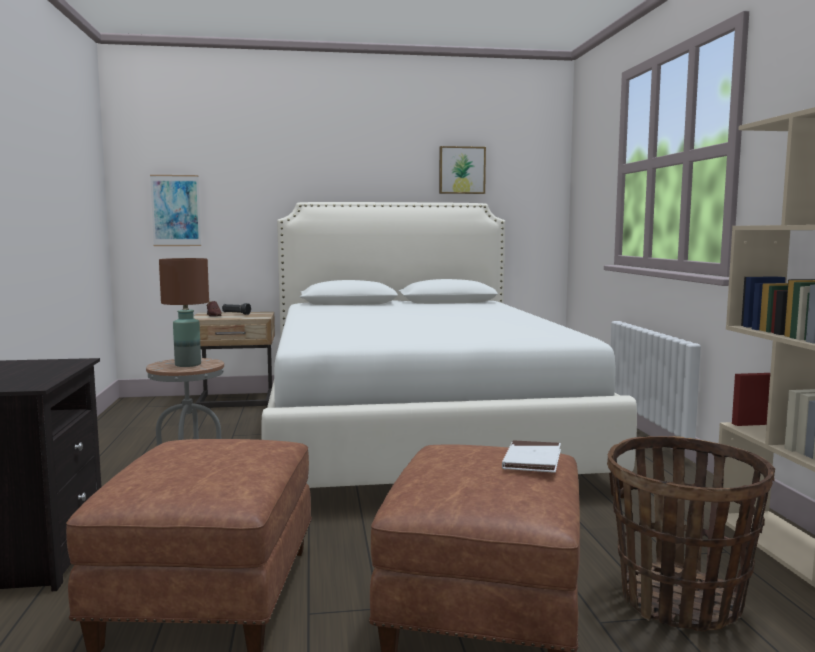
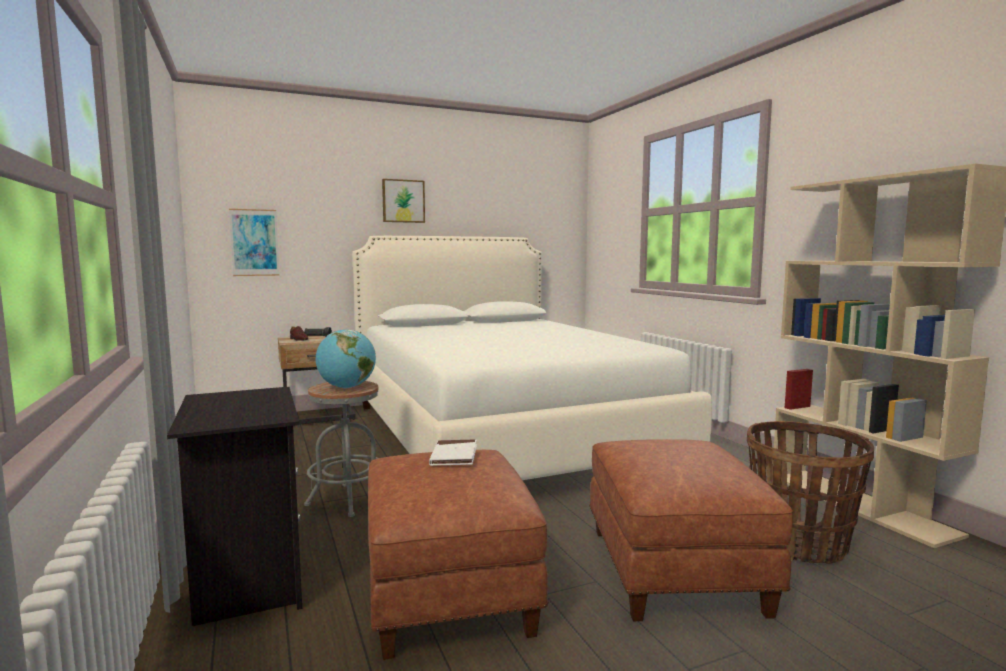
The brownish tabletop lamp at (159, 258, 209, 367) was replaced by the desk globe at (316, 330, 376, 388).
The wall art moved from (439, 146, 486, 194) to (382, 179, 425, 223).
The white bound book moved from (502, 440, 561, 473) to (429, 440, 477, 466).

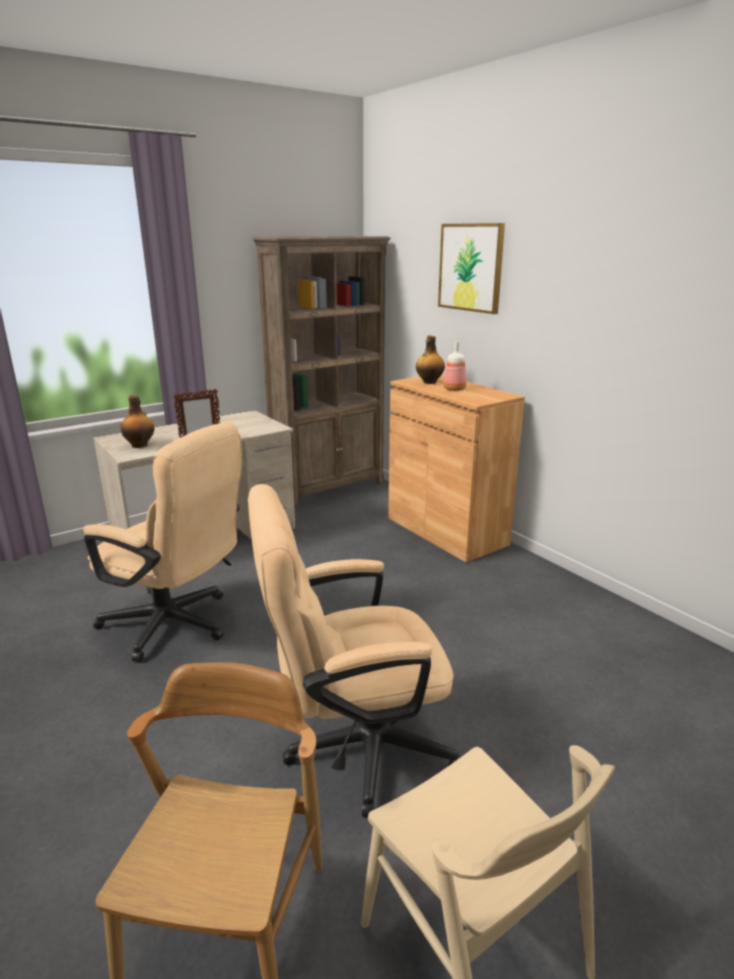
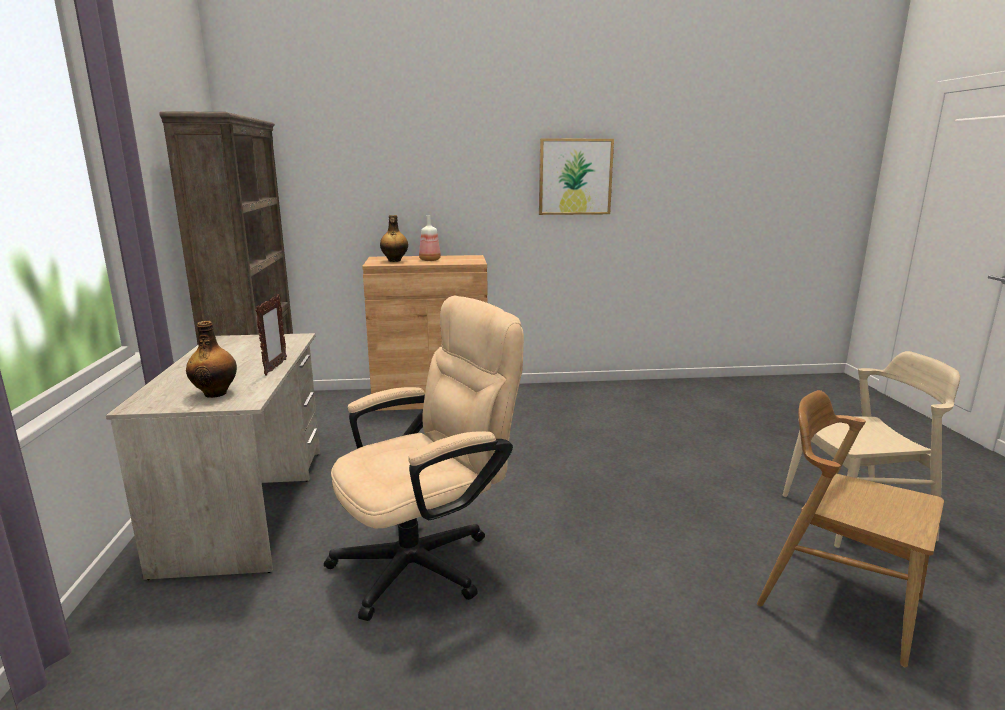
The wall art moved from (438, 223, 505, 314) to (539, 138, 614, 215).
The beige computer chair at (248, 484, 462, 817) disappeared.

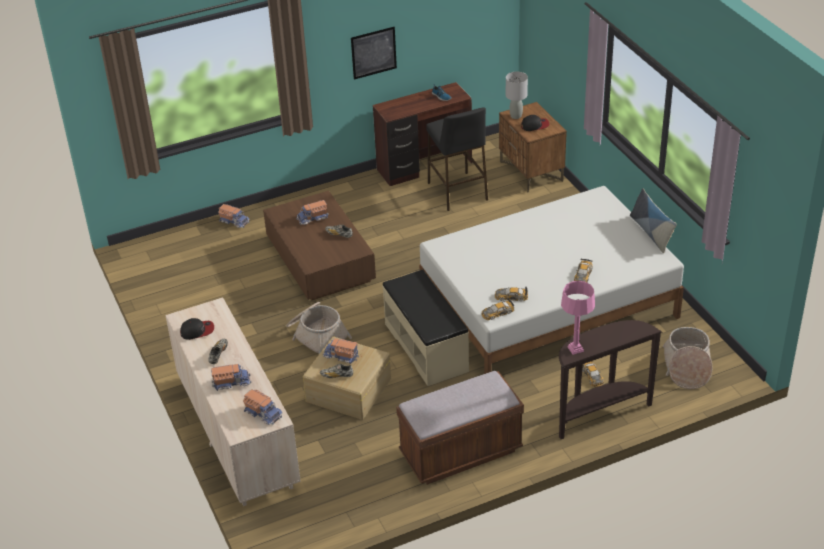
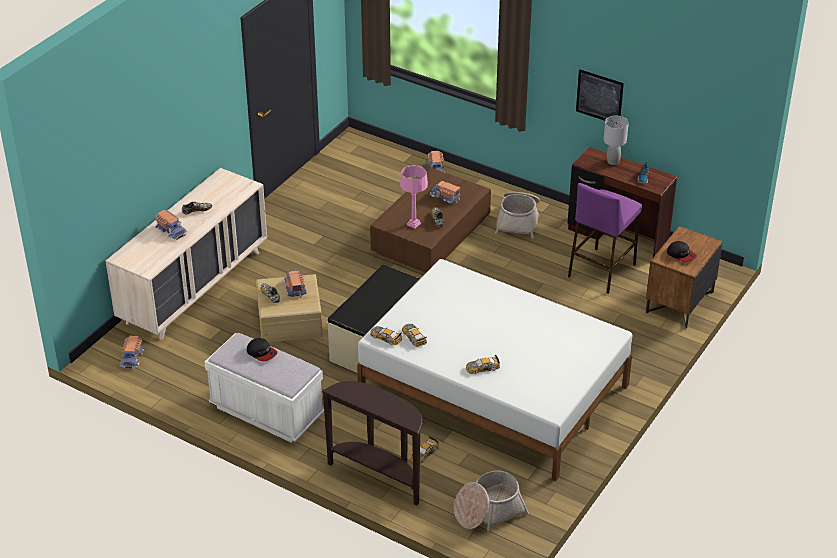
The toy lorry moved from (243, 389, 283, 425) to (120, 336, 145, 369).
The brownish bench at (396, 371, 524, 485) became the white bench at (205, 333, 324, 443).
The cap moved from (180, 318, 214, 340) to (247, 338, 277, 361).
The pinkish tabletop lamp moved from (561, 281, 595, 355) to (400, 165, 428, 229).
The storage basket moved from (286, 302, 352, 354) to (495, 192, 540, 238).
The blackish sitting stool at (426, 107, 488, 211) became the purple-coloured sitting stool at (568, 183, 642, 294).
The greyish tabletop lamp moved from (506, 72, 528, 119) to (604, 116, 629, 165).
The pillow at (630, 188, 676, 253) disappeared.

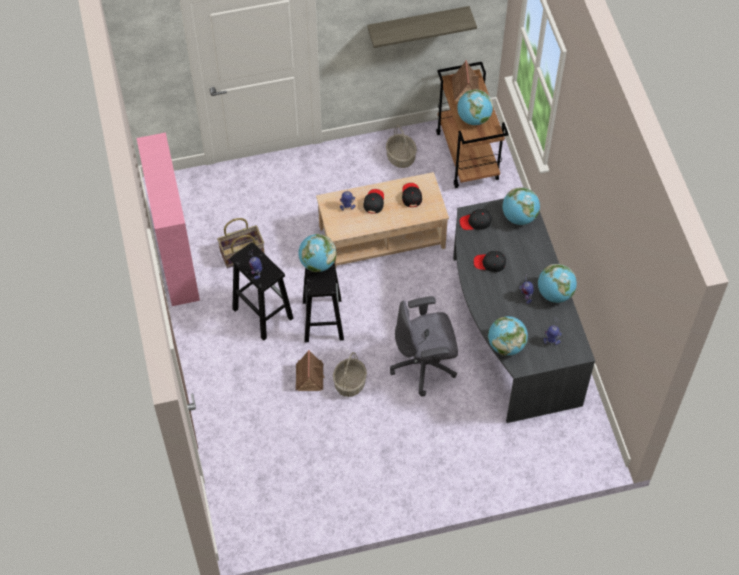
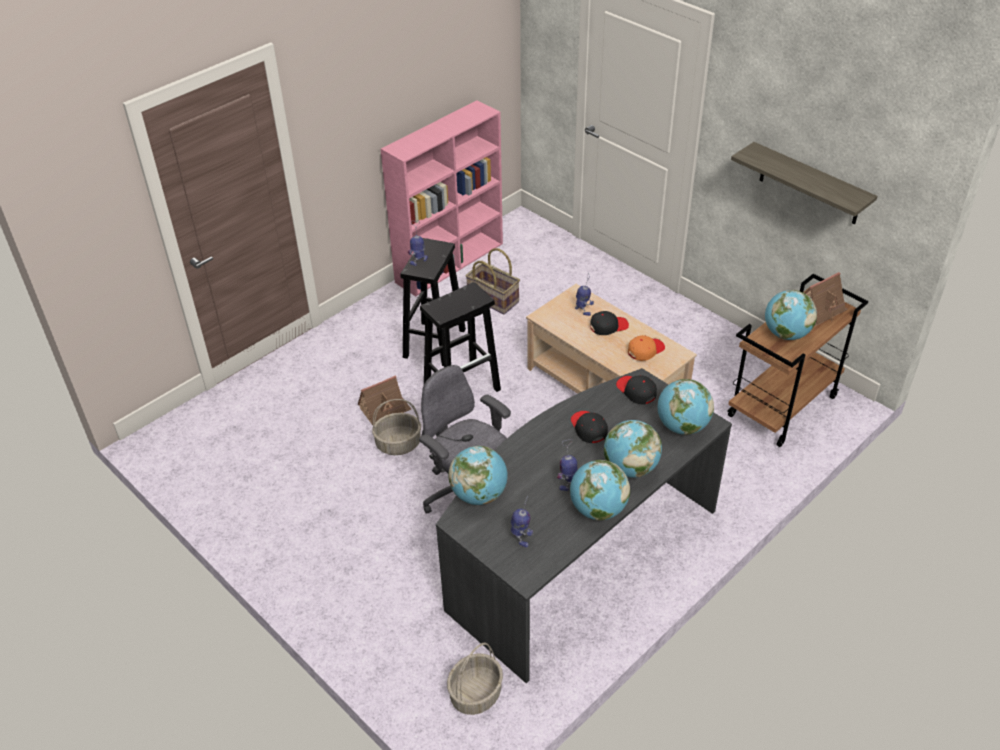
The storage basket moved from (386, 125, 417, 168) to (447, 642, 503, 715).
The desk globe moved from (298, 234, 337, 272) to (603, 420, 662, 478).
The blackish cap at (402, 183, 422, 207) became the orange cap at (628, 335, 665, 361).

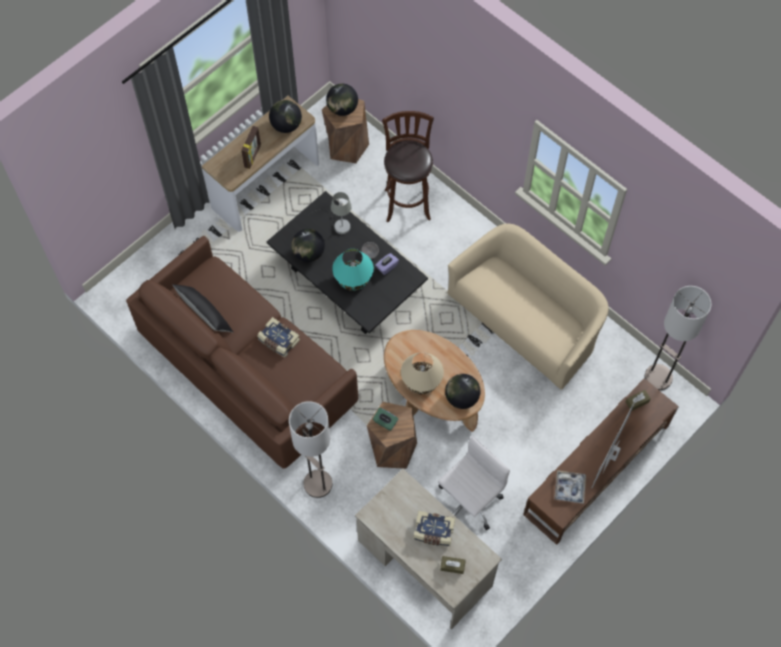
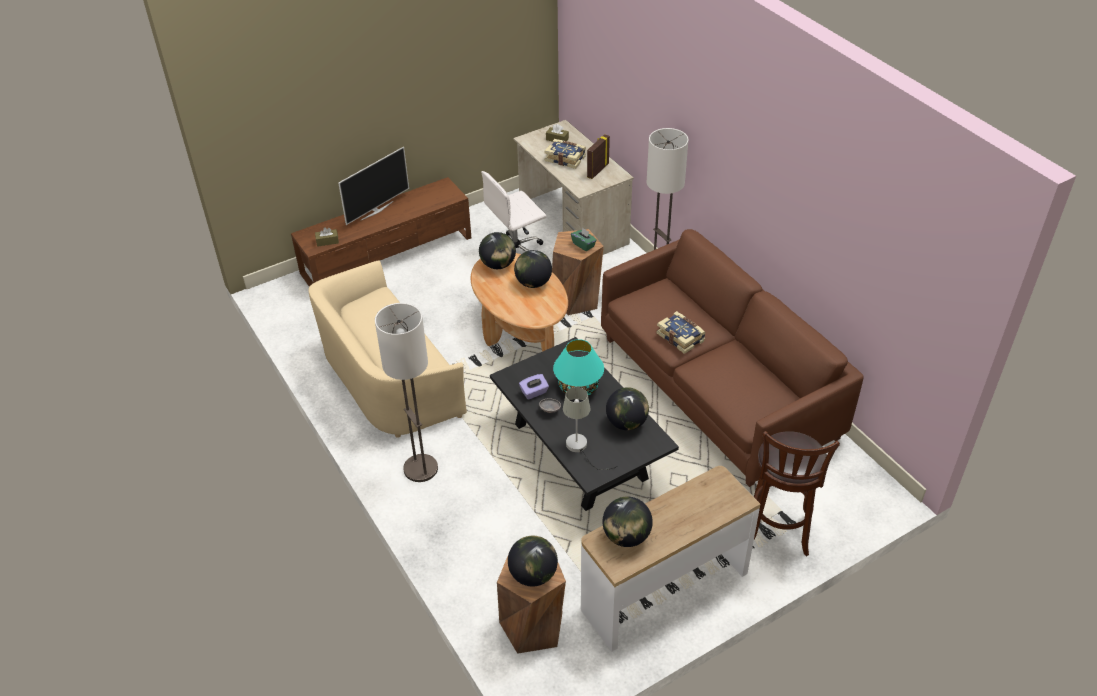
The standing lamp moved from (645, 286, 712, 390) to (375, 303, 438, 482).
The beige tabletop lamp at (401, 352, 444, 394) was replaced by the desk globe at (514, 250, 552, 288).
The picture frame moved from (241, 126, 261, 169) to (587, 134, 610, 179).
The brownish sitting stool moved from (382, 111, 434, 222) to (754, 431, 840, 556).
The blackish pillow at (172, 284, 233, 333) disappeared.
The carrying tray at (554, 470, 586, 504) disappeared.

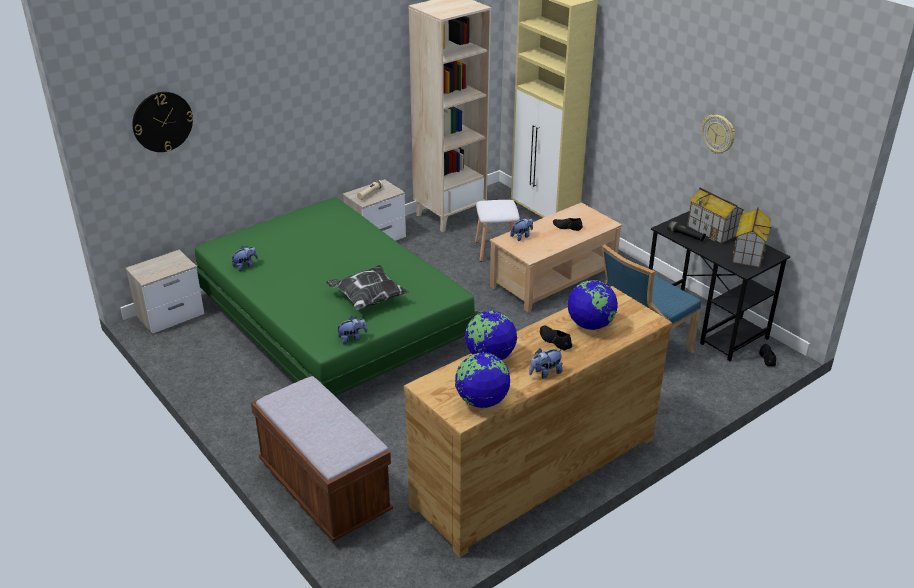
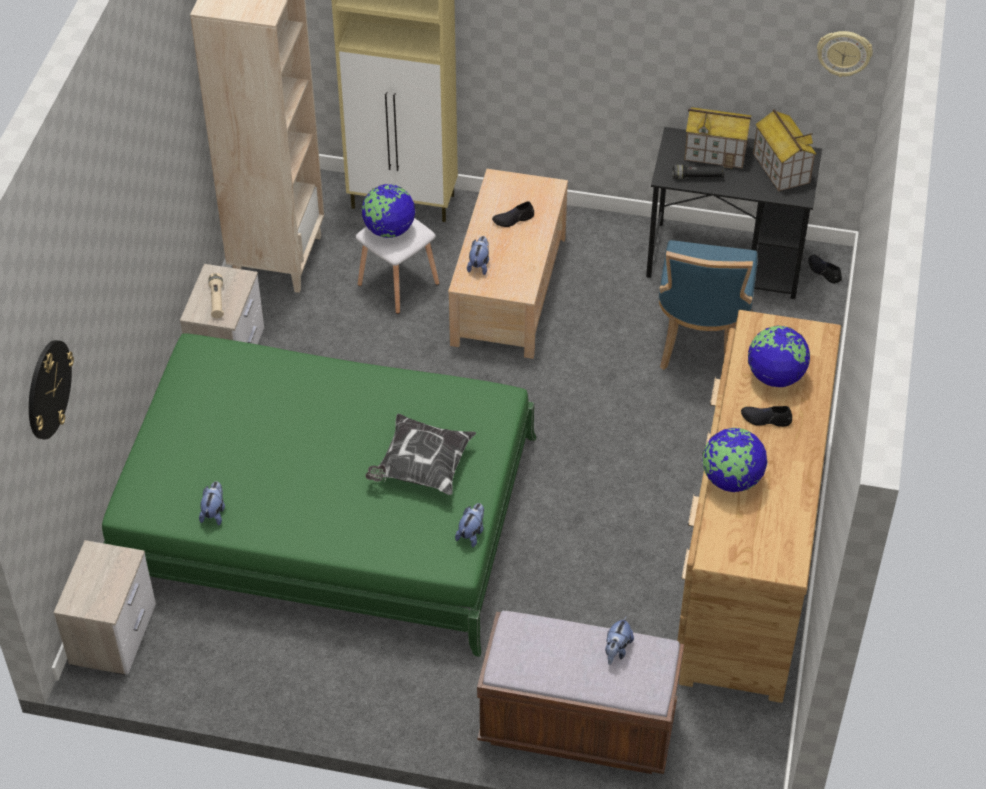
The desk globe moved from (455, 352, 510, 408) to (362, 184, 416, 238).
The plush toy moved from (529, 348, 563, 379) to (605, 616, 634, 665).
The clock on the wall moved from (702, 115, 735, 154) to (817, 31, 873, 77).

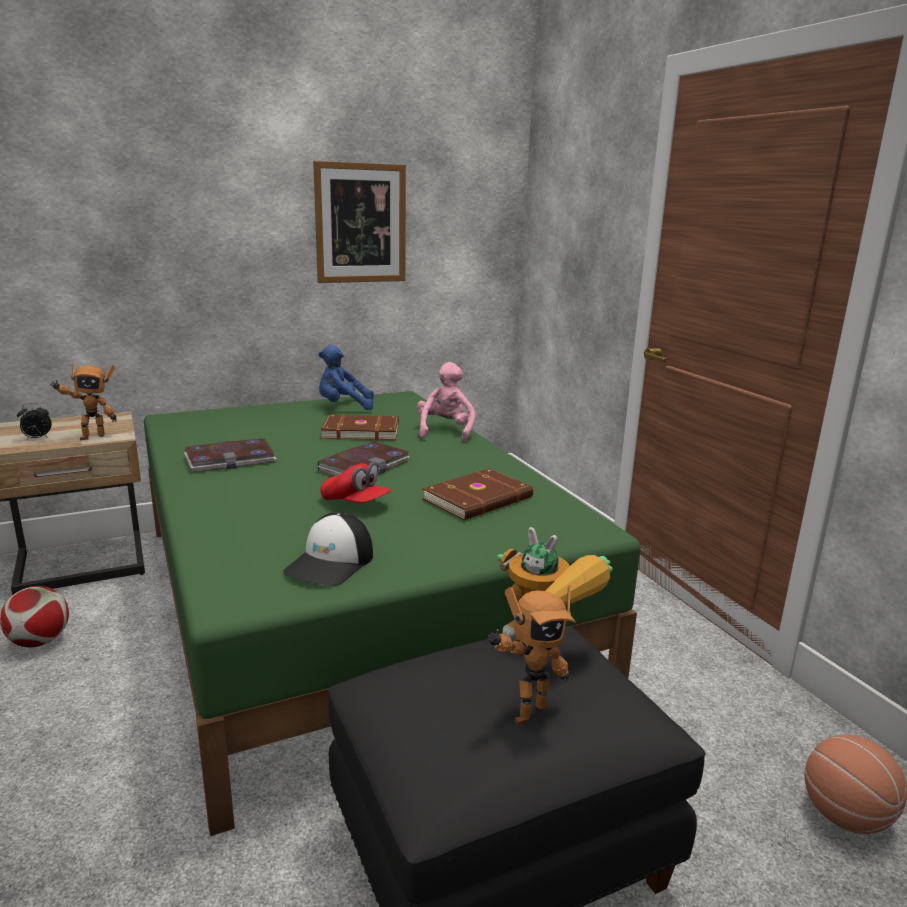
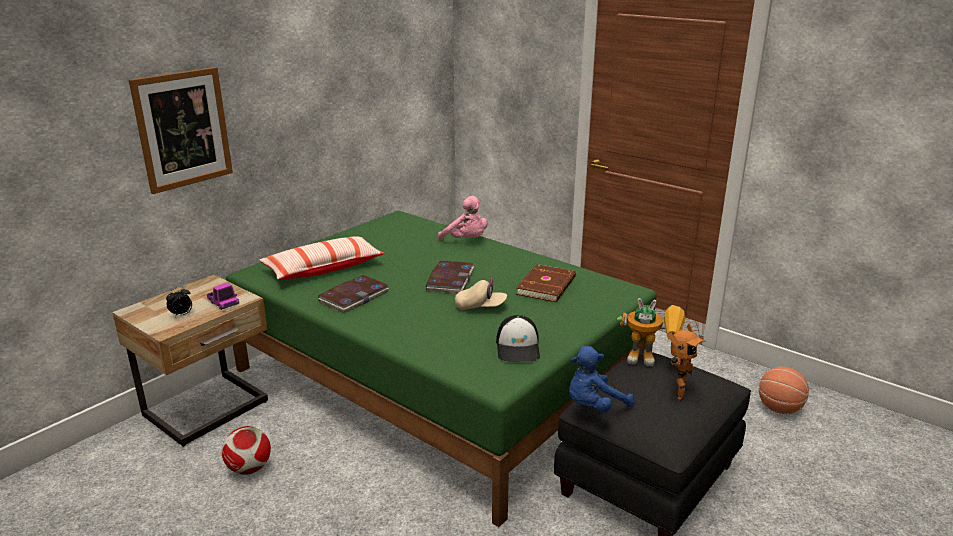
The wall art moved from (313, 161, 406, 283) to (129, 67, 233, 194).
The robot figure at (50, 362, 117, 440) was replaced by the toy lorry at (207, 283, 239, 310).
The pillow at (260, 236, 384, 280) appeared.
The pinkish plush toy at (417, 362, 475, 442) turned 150 degrees clockwise.
The reddish cap at (321, 462, 392, 503) became the beige cap at (455, 277, 507, 310).
The blue plush toy moved from (318, 345, 374, 410) to (569, 346, 634, 413).
The brownish bound book at (321, 415, 399, 440) disappeared.

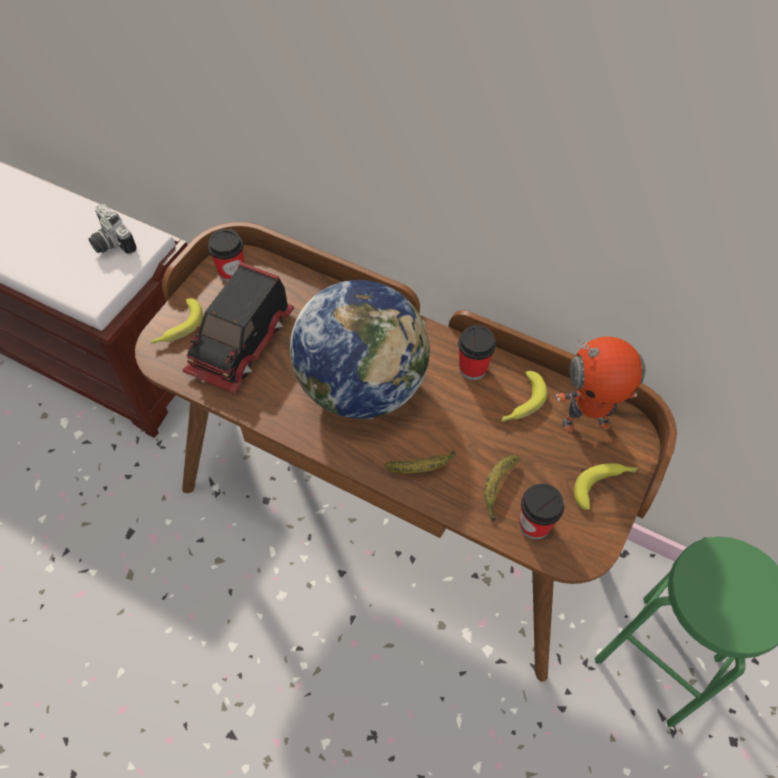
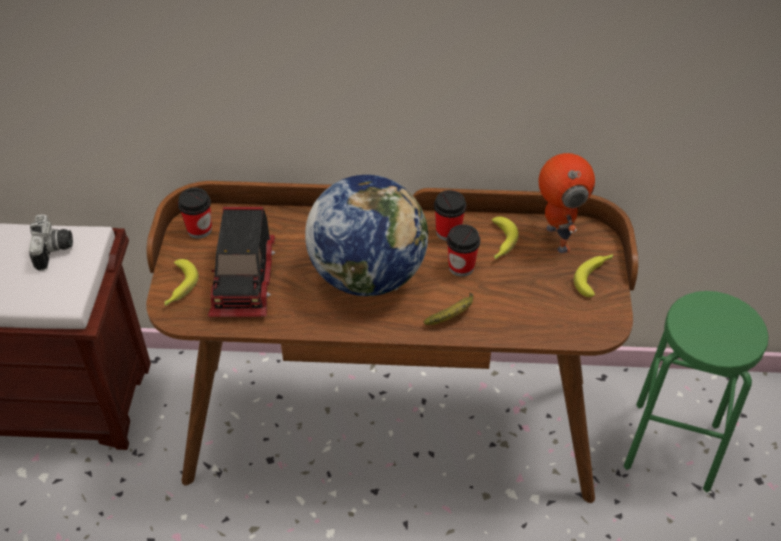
The photo camera at (88, 204, 137, 254) turned 120 degrees counterclockwise.
The drinking cup moved from (519, 483, 564, 539) to (447, 224, 480, 277).
The robot figure at (556, 336, 645, 432) turned 75 degrees counterclockwise.
The banana fruit at (484, 455, 520, 522) disappeared.

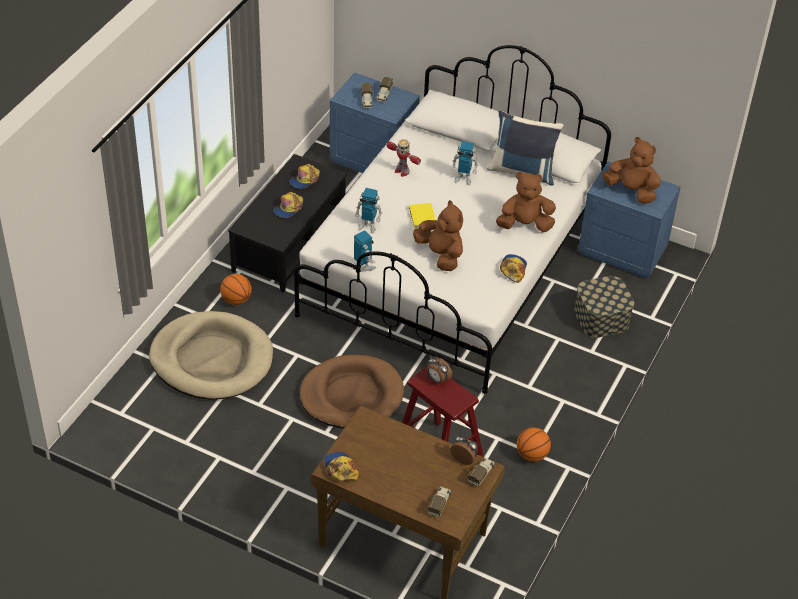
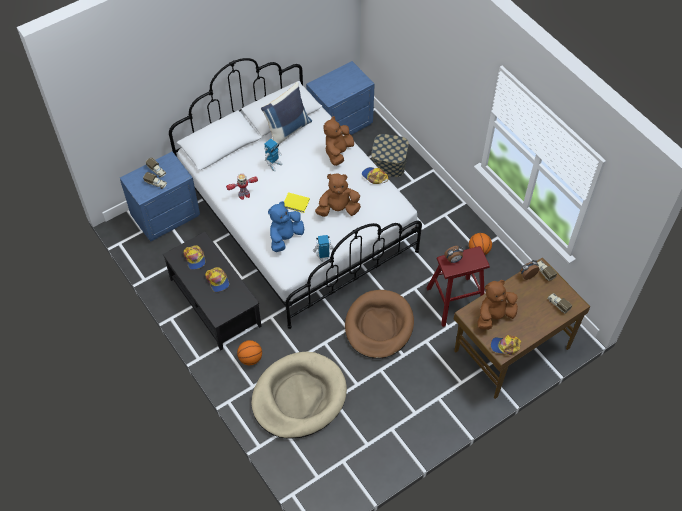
The robot figure at (355, 188, 382, 234) was replaced by the blue plush toy at (268, 201, 304, 252).
The brownish plush toy moved from (602, 137, 661, 204) to (477, 280, 518, 330).

